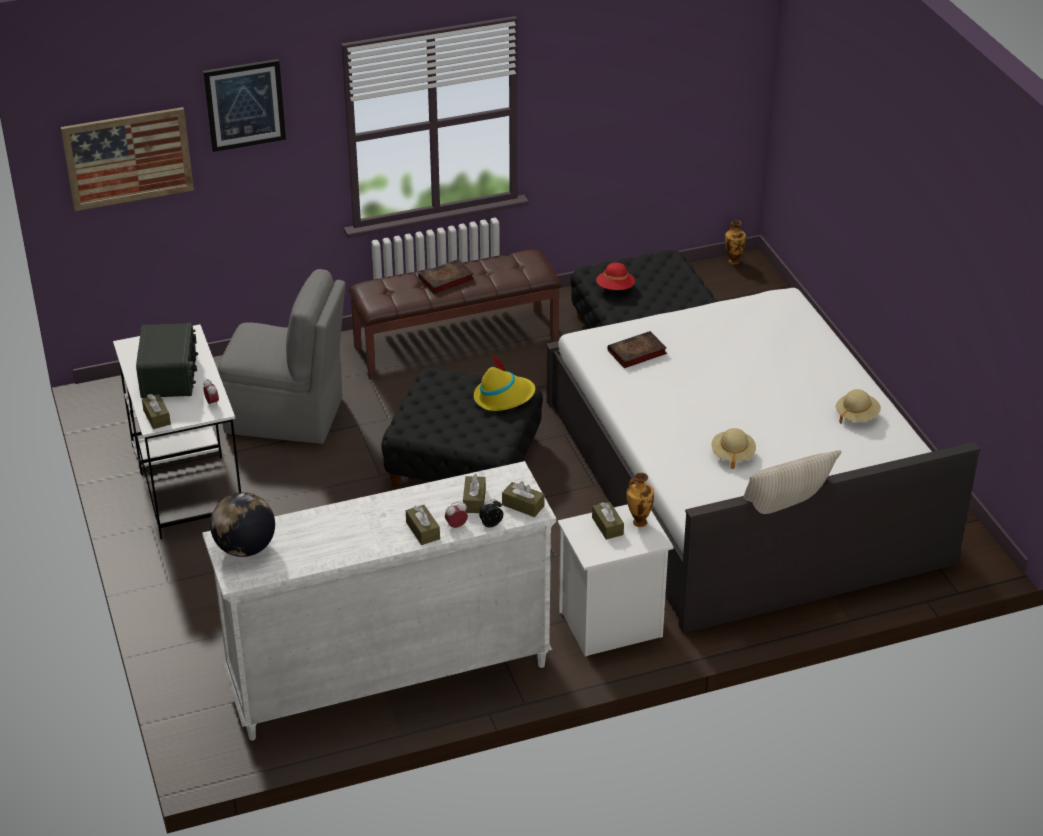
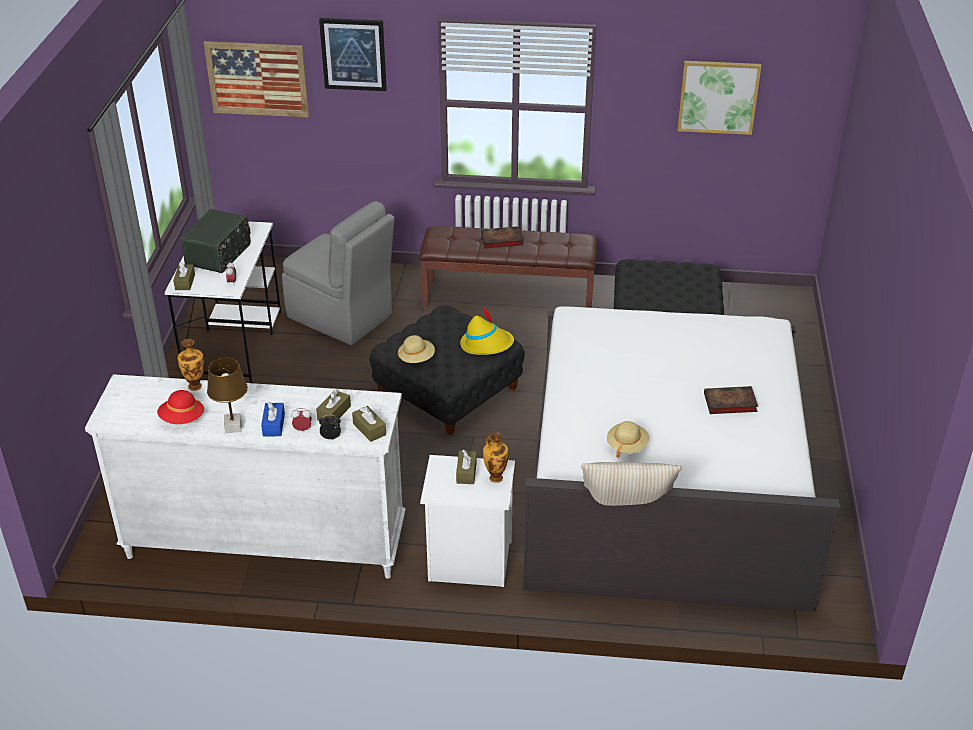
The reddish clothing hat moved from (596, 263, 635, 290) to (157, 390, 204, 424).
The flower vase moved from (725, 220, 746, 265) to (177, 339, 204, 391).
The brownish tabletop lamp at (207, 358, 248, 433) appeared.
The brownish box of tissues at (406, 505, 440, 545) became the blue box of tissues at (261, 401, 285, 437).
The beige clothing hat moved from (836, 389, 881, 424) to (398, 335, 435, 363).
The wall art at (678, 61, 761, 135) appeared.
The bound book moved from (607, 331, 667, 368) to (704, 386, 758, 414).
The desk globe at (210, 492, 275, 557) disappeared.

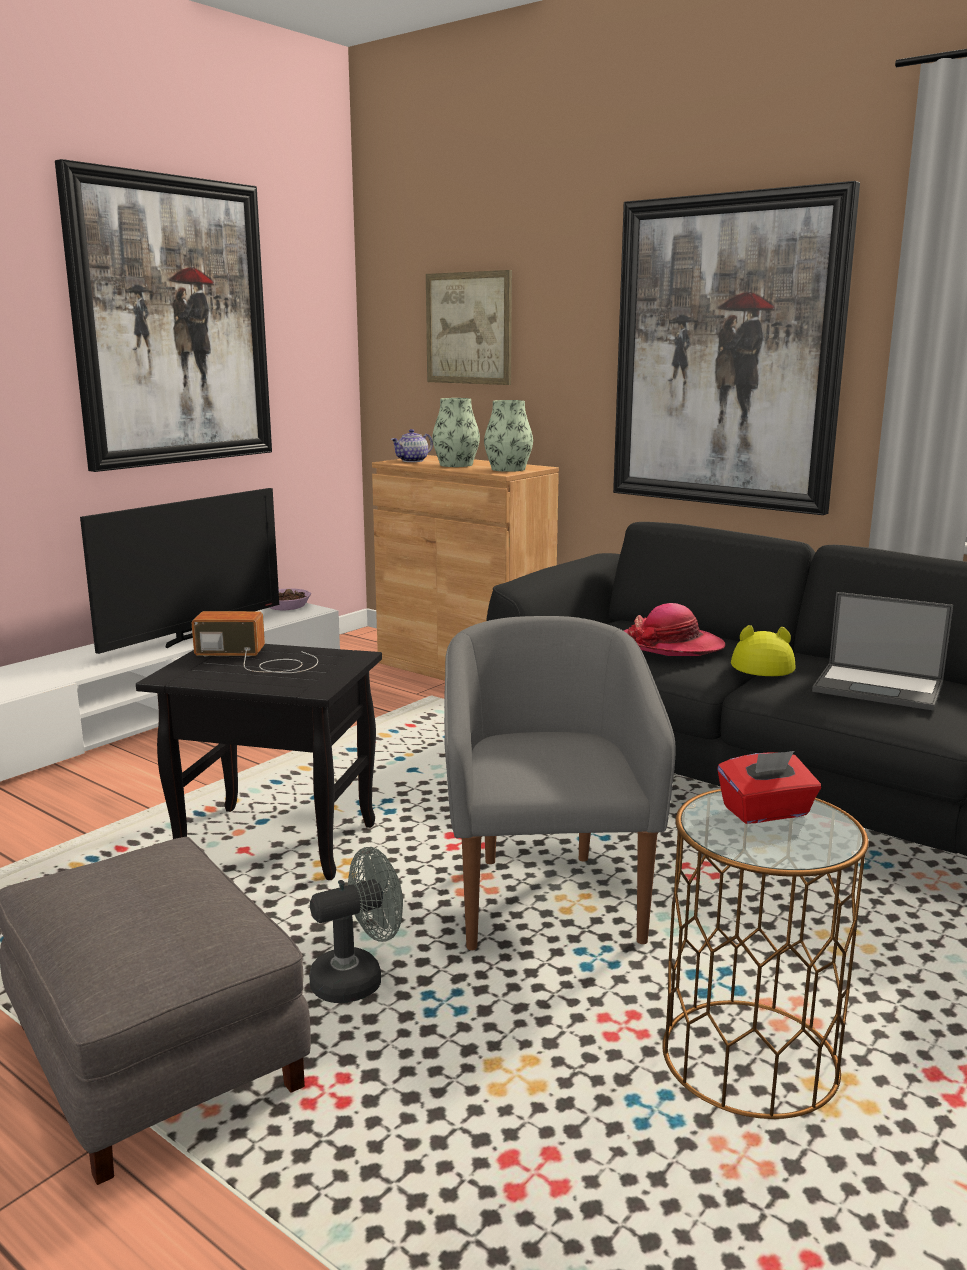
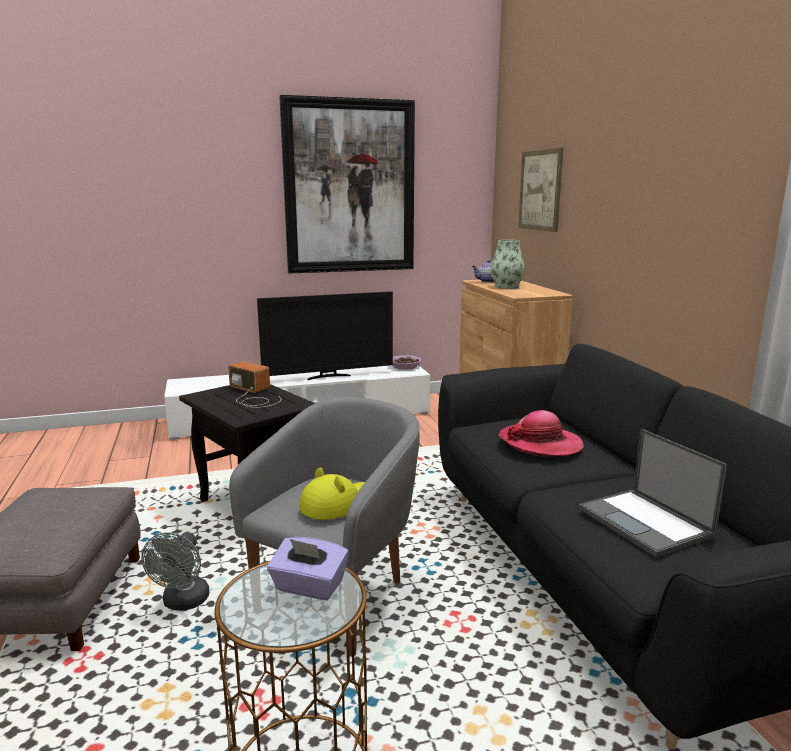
The greyish cooling fan at (309, 847, 403, 1003) turned 90 degrees clockwise.
The reddish box of tissues at (717, 751, 821, 824) became the purple-coloured box of tissues at (267, 537, 349, 600).
The yellow clothing hat moved from (731, 625, 796, 676) to (299, 467, 365, 520).
The flower vase at (484, 400, 533, 472) disappeared.
The wall art at (613, 181, 860, 515) disappeared.

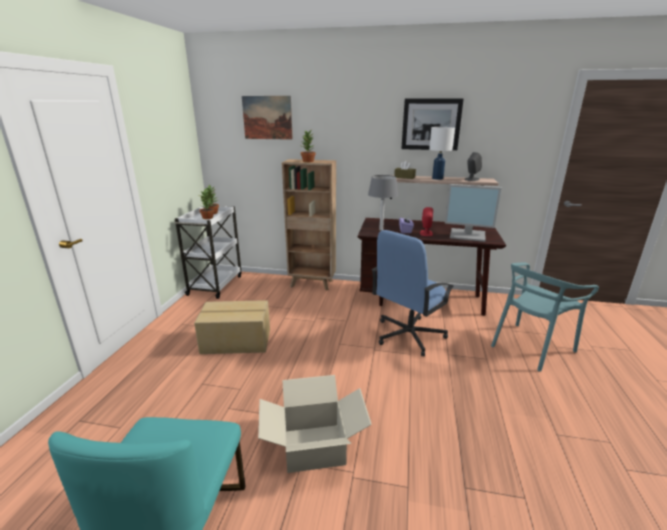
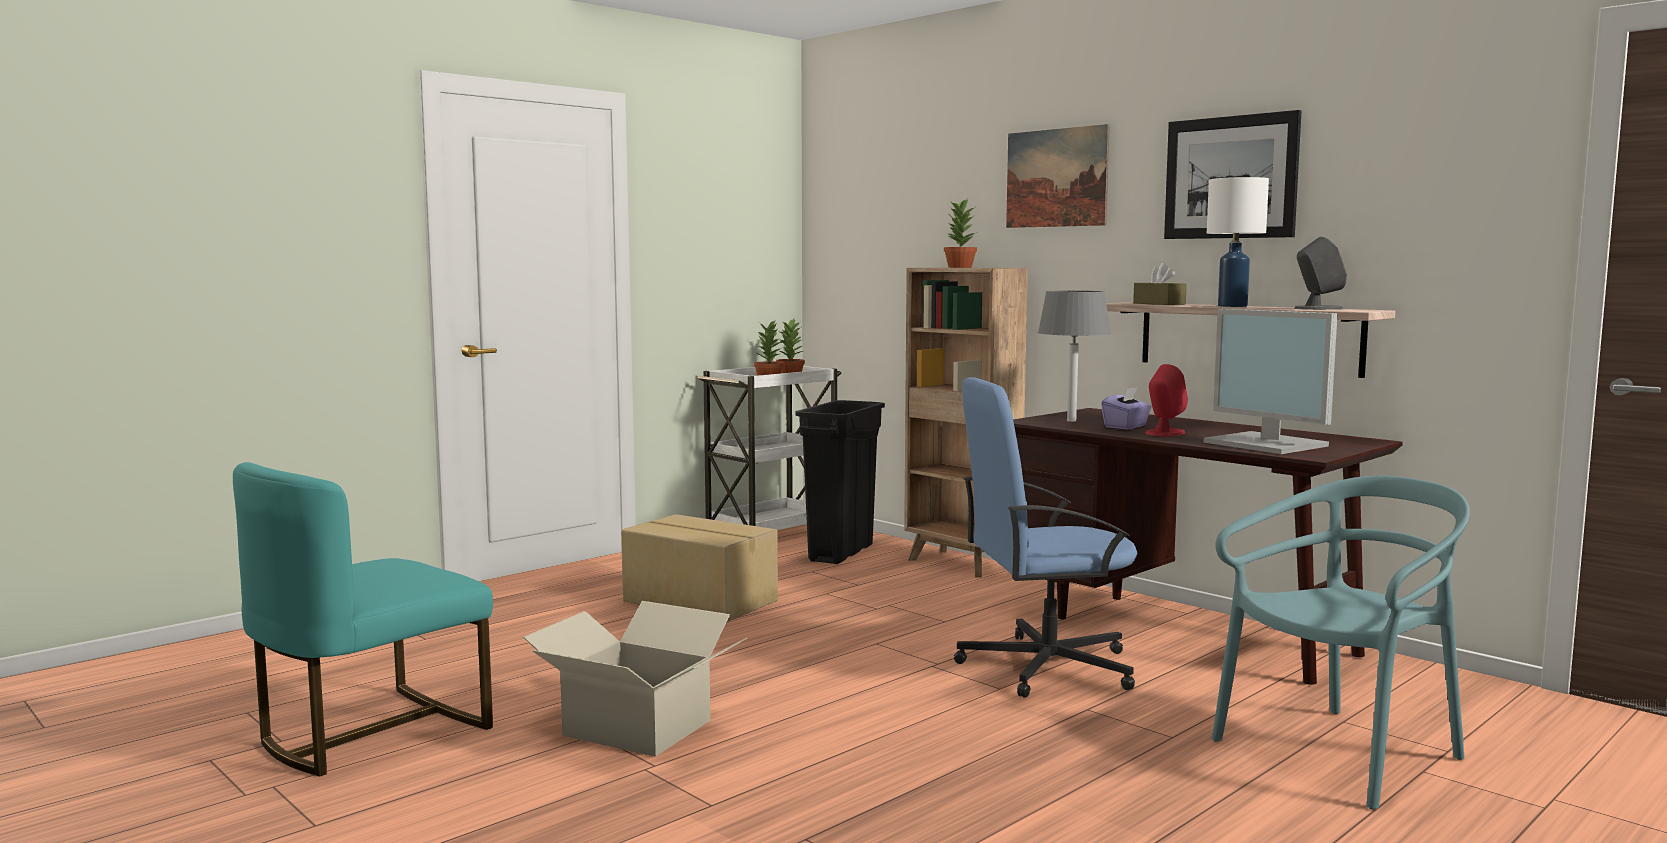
The blackish waste bin at (795, 400, 885, 564) appeared.
The wall art moved from (242, 96, 293, 140) to (1006, 124, 1110, 228).
The turquoise chair at (491, 262, 599, 372) turned 150 degrees clockwise.

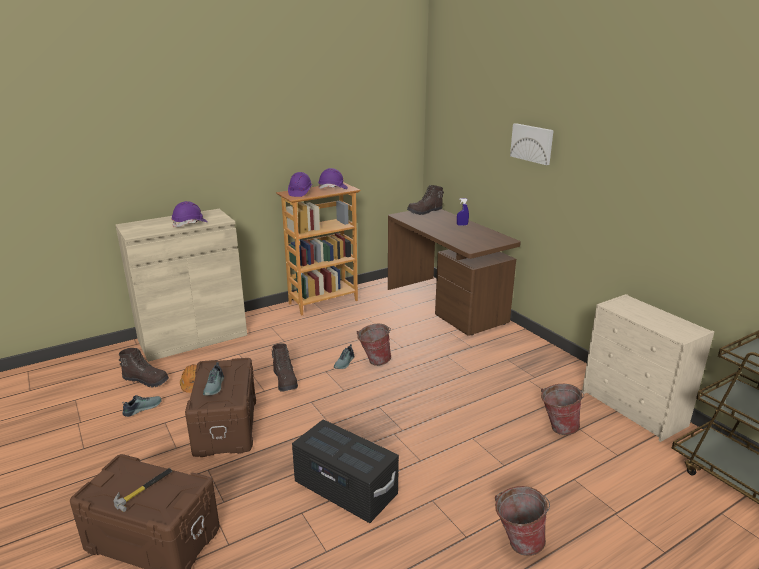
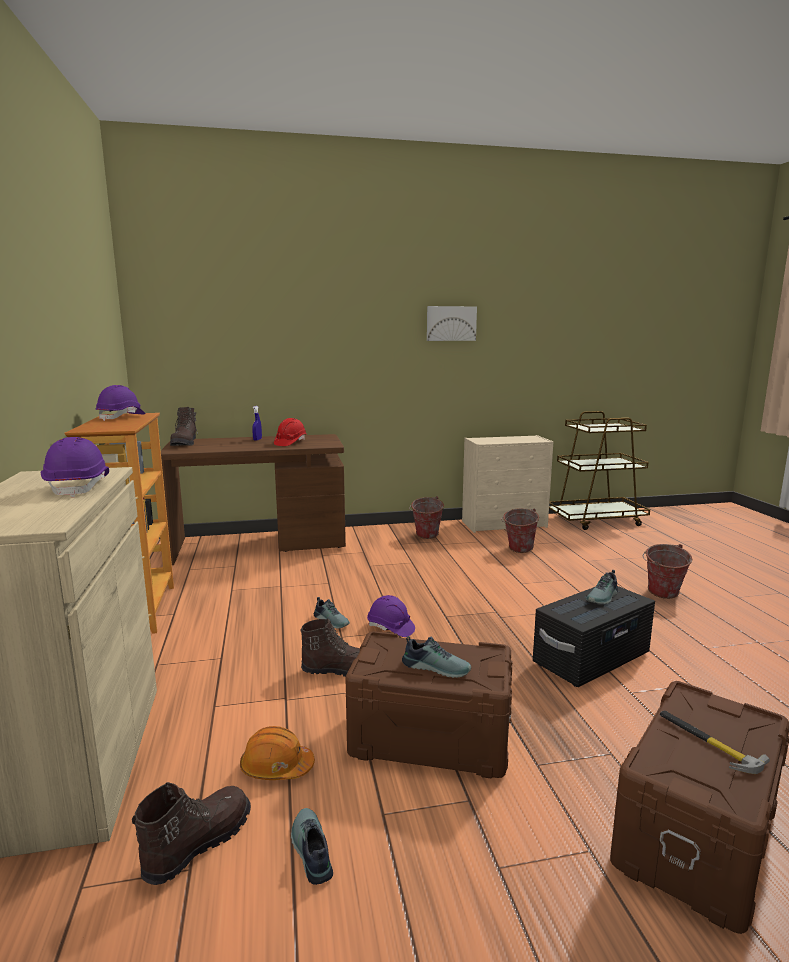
The reddish safety helmet at (274, 418, 307, 446) appeared.
The purple-coloured safety helmet moved from (288, 172, 313, 197) to (367, 595, 415, 637).
The bucket moved from (357, 324, 391, 366) to (409, 496, 444, 539).
The wall art moved from (510, 123, 554, 165) to (427, 306, 477, 341).
The shoe at (586, 570, 618, 604) appeared.

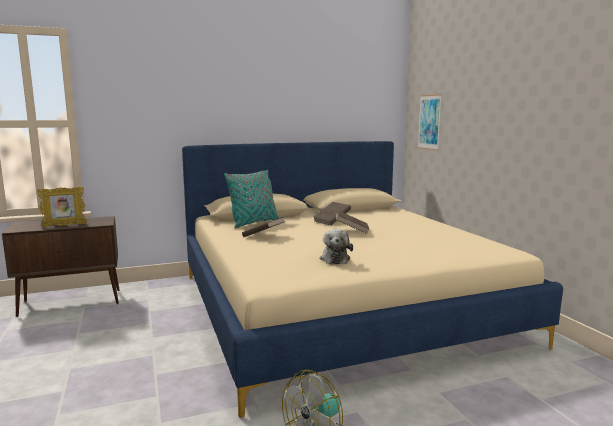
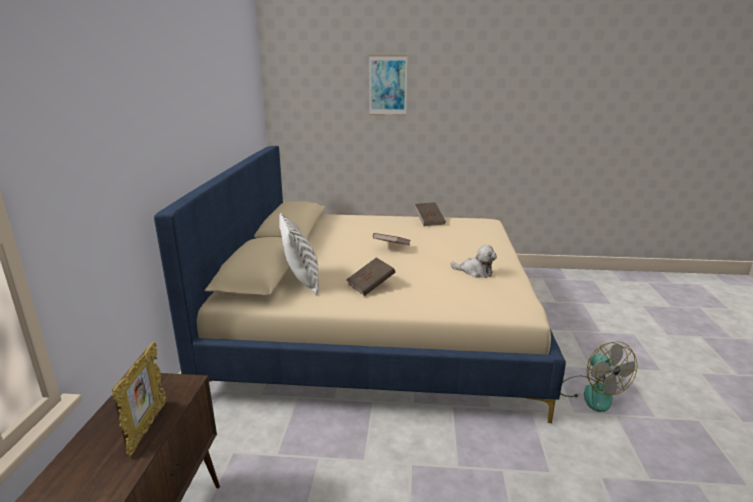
The turquoise pillow at (224, 170, 279, 228) became the white pillow at (279, 213, 319, 295).
The wall art moved from (417, 94, 442, 150) to (369, 55, 407, 115).
The brownish bound book moved from (313, 202, 351, 225) to (414, 202, 446, 226).

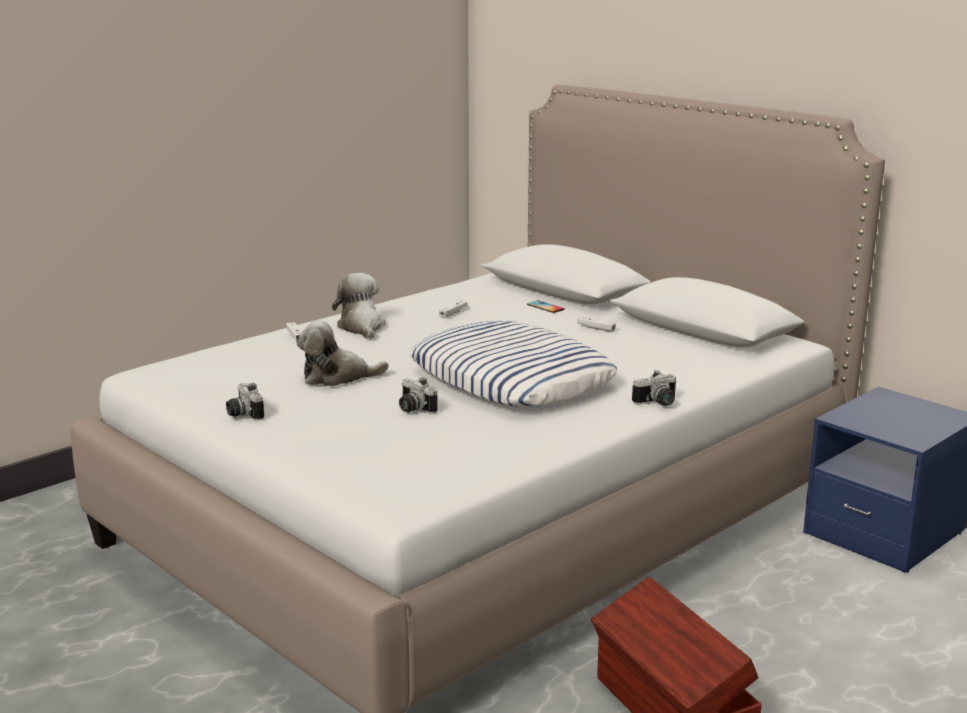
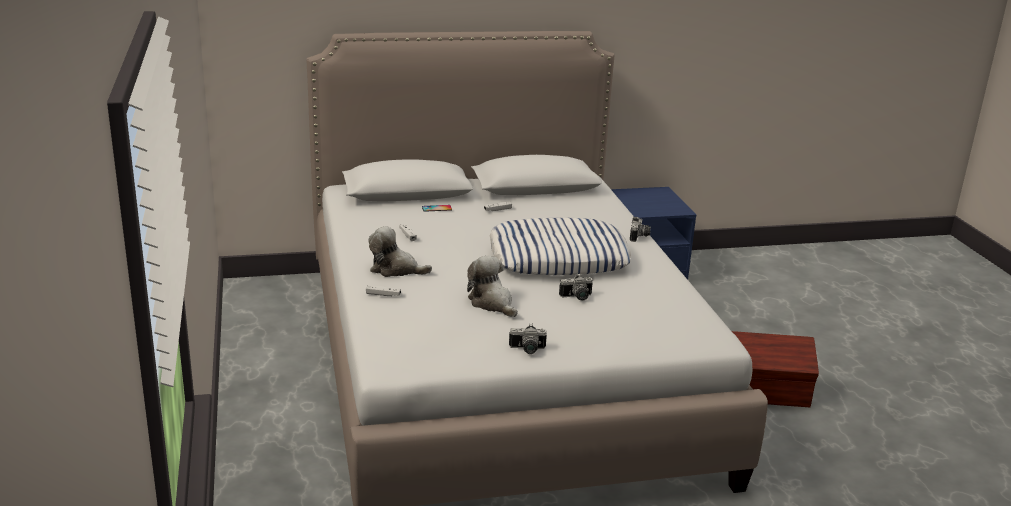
The plush toy at (296, 320, 389, 386) turned 120 degrees clockwise.

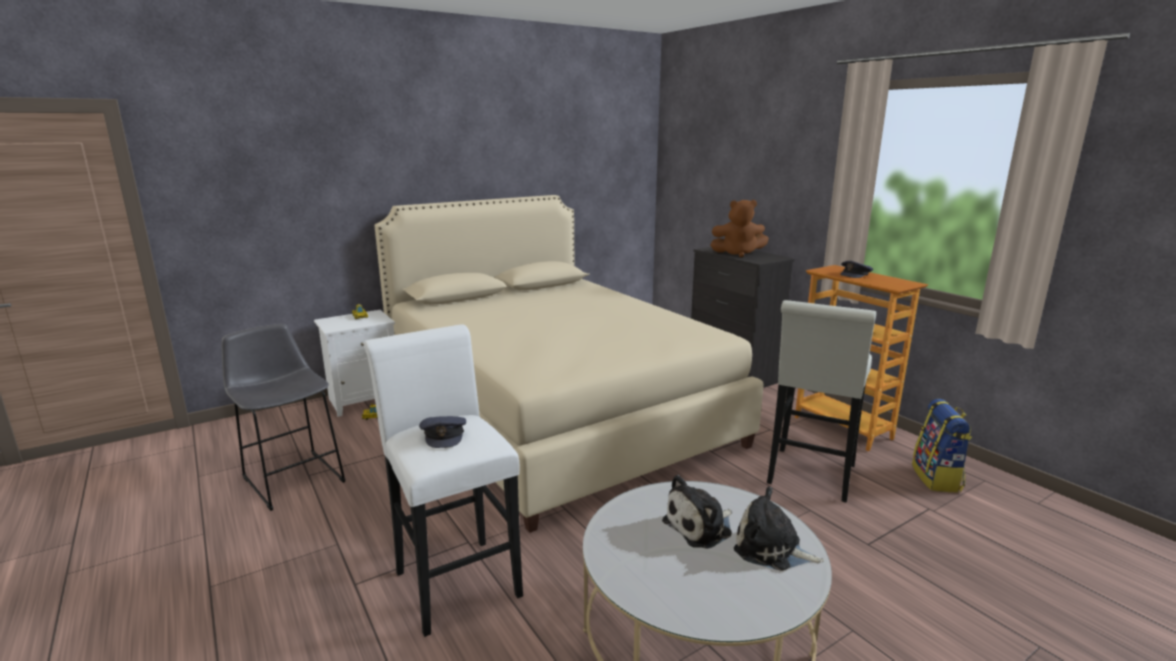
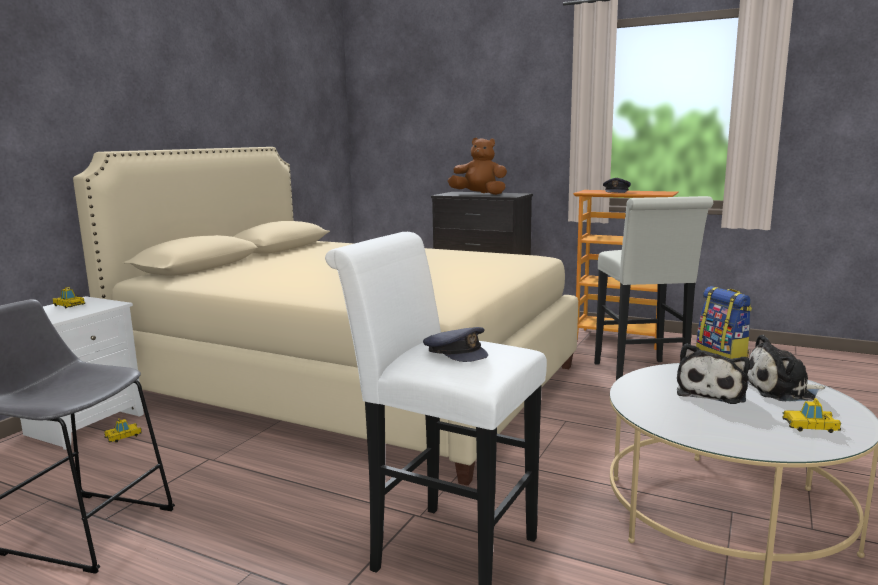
The brownish plush toy at (710, 200, 769, 257) turned 135 degrees counterclockwise.
The miniature car at (783, 398, 841, 433) appeared.

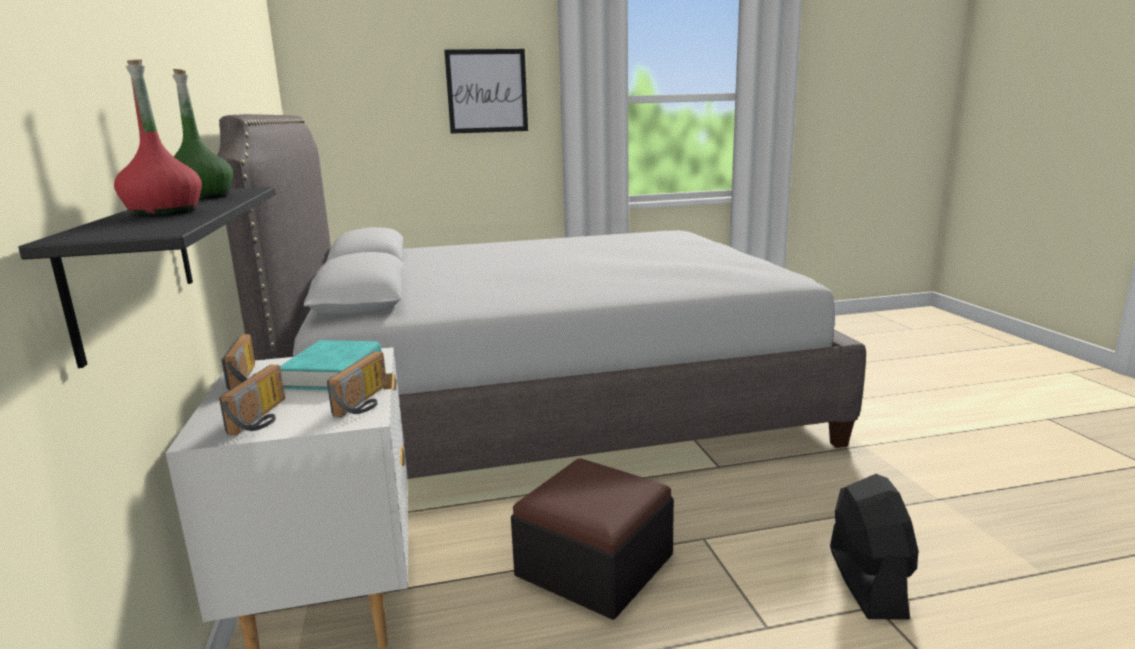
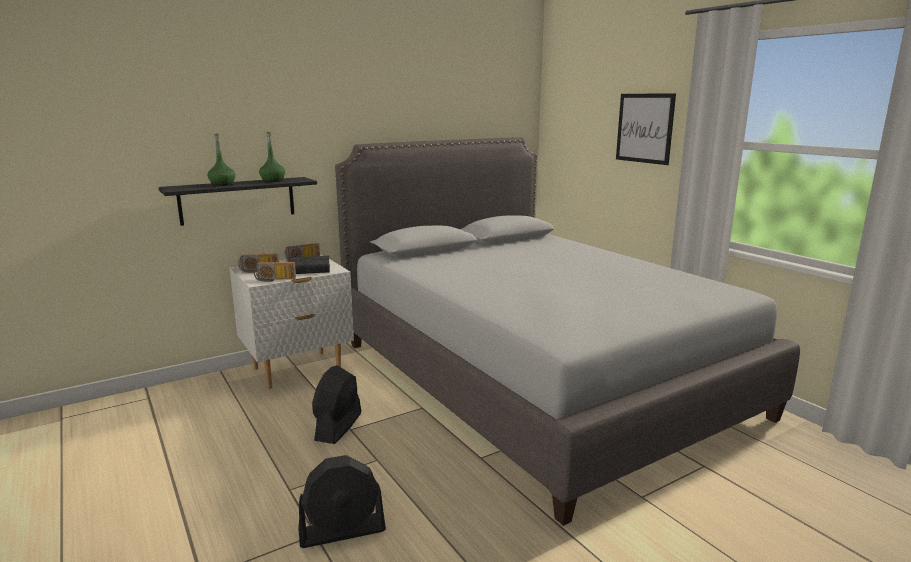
The reddish drink bottle at (114, 59, 202, 217) became the greenish drink bottle at (207, 133, 235, 186).
The turquoise bound book at (280, 340, 382, 390) became the blackish bound book at (288, 256, 330, 274).
The ottoman at (511, 458, 674, 620) was replaced by the blackish cooling fan at (312, 365, 361, 444).

